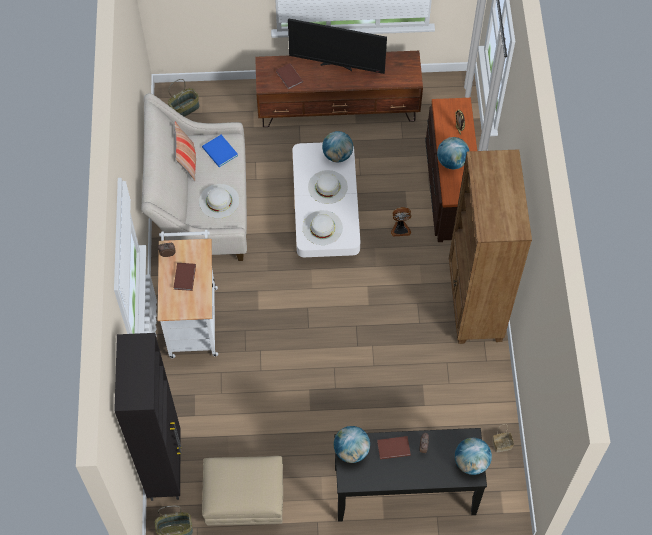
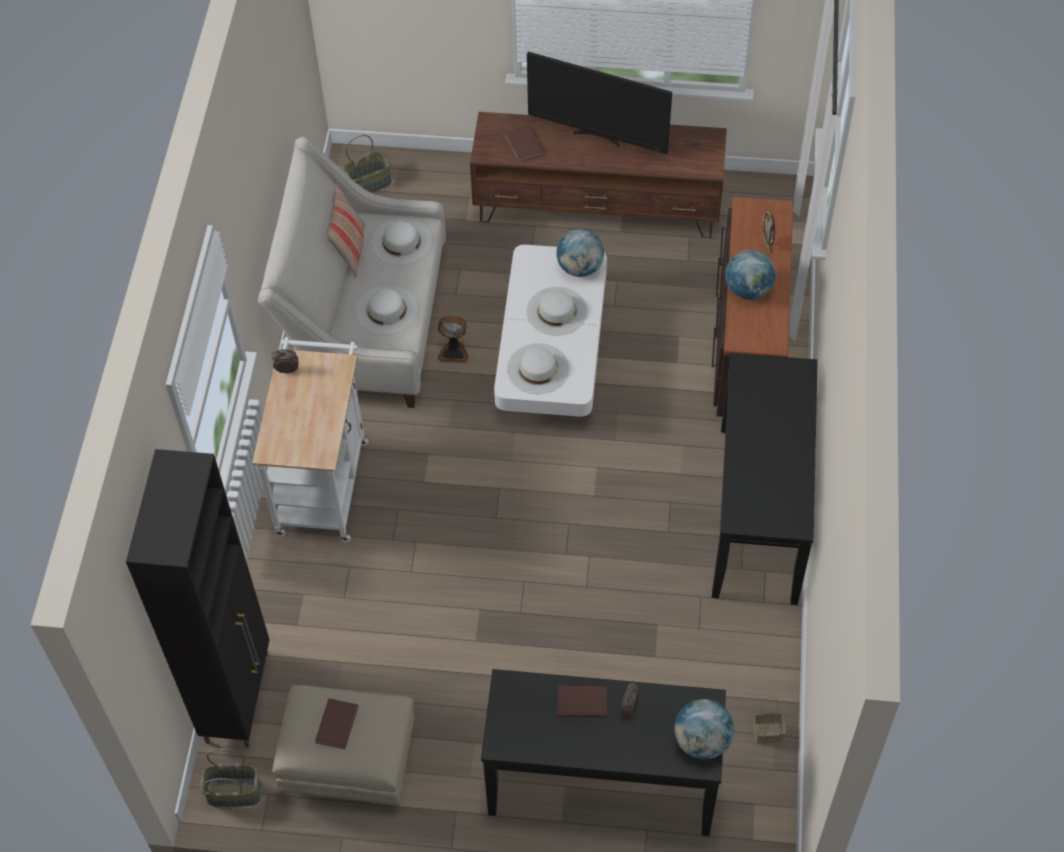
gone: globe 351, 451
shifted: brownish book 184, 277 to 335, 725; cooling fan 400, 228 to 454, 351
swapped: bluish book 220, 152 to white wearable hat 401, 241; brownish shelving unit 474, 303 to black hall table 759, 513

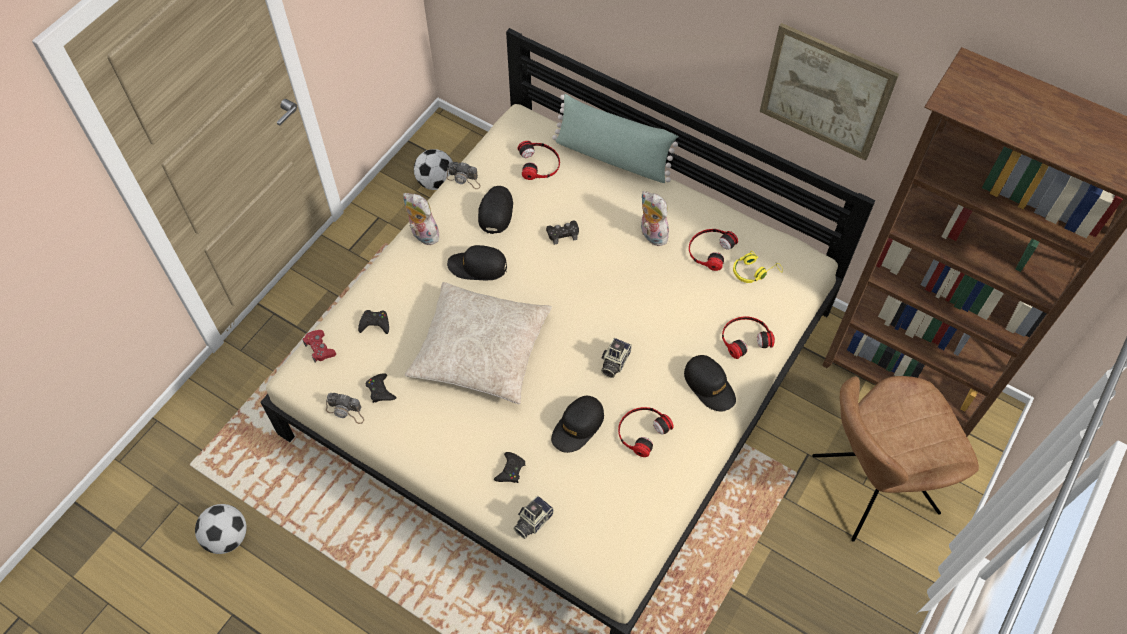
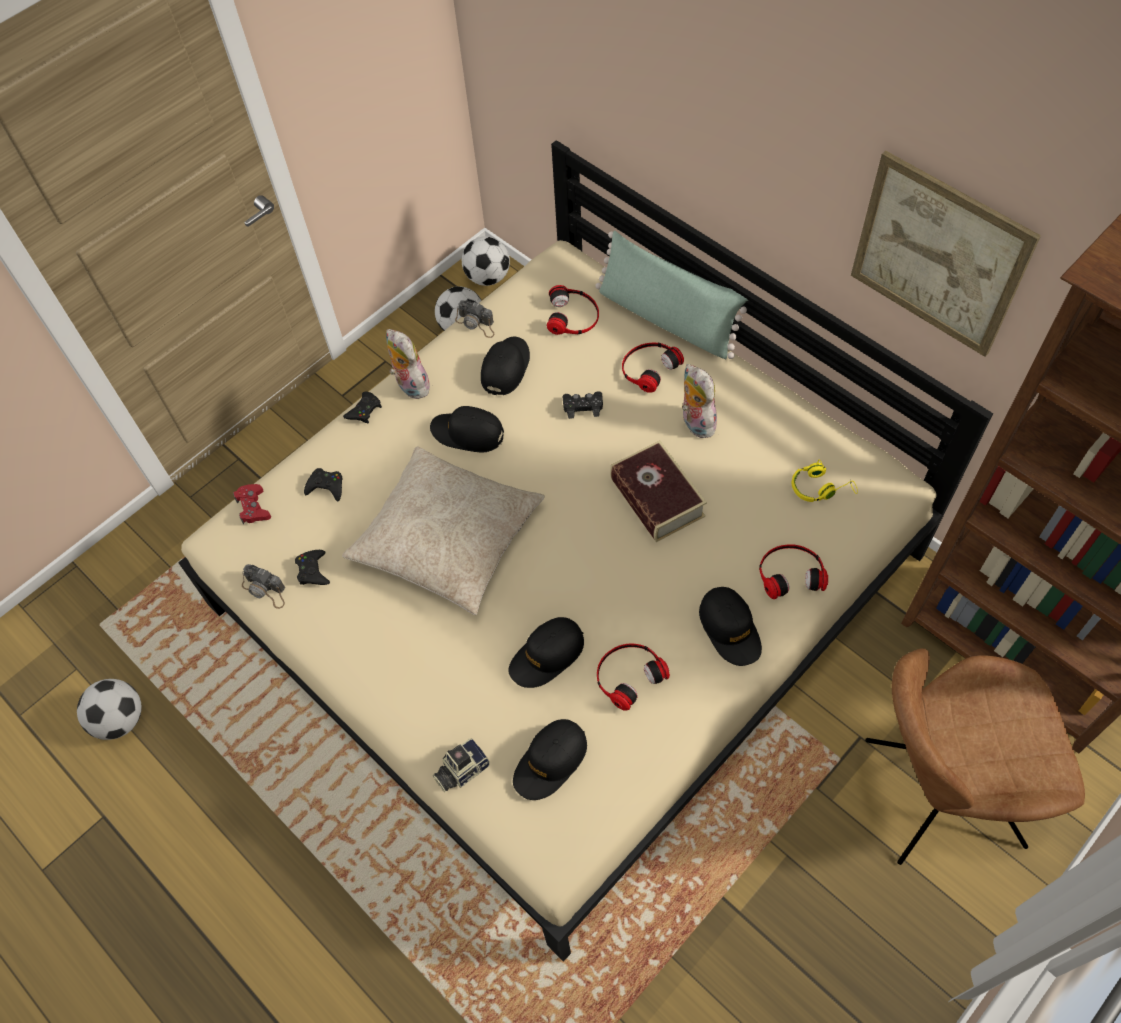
gone: still camera 614, 362
new: ball for football 488, 277; black cap 550, 762; book 657, 498
shifted: black joypad 510, 470 to 364, 410; pair of headphones 709, 250 to 648, 368

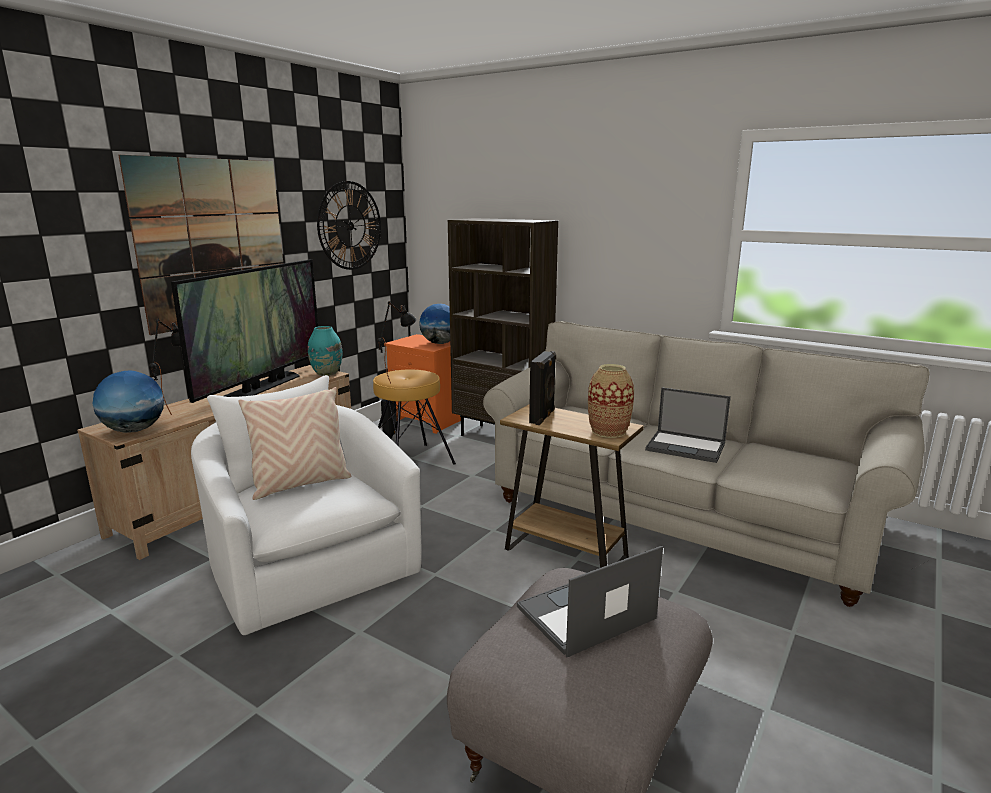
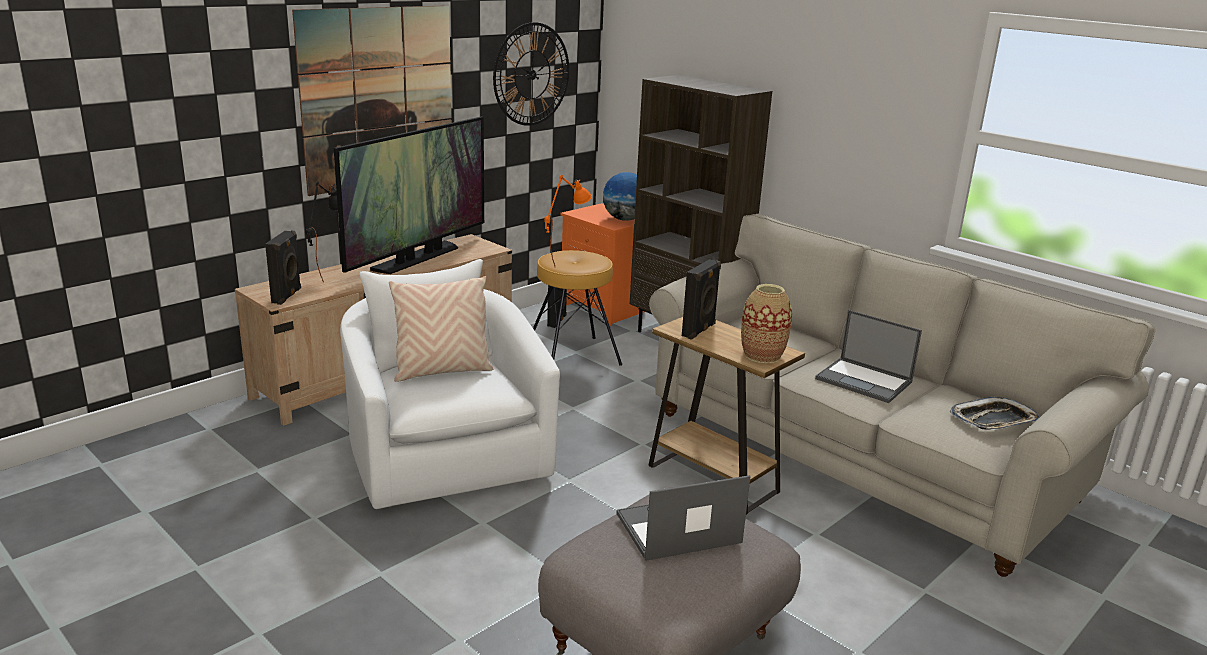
gone: turquoise flower vase 326, 373
new: carrying tray 993, 420
swapped: globe 134, 430 to black audio speaker 287, 296
repainted: black tabletop lamp 398, 378 to orange-coloured tabletop lamp 565, 261

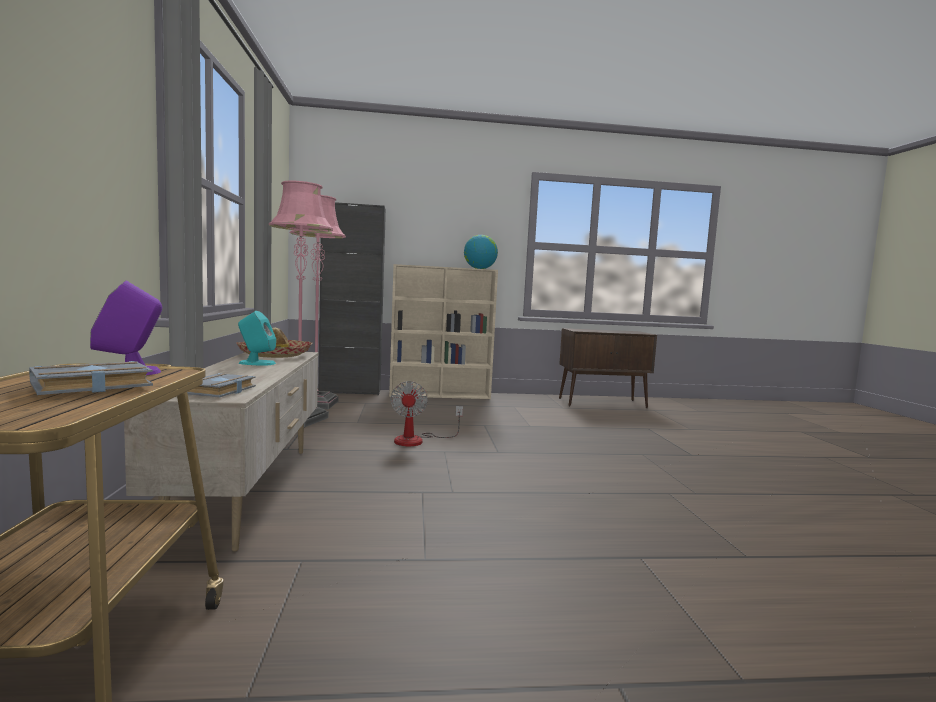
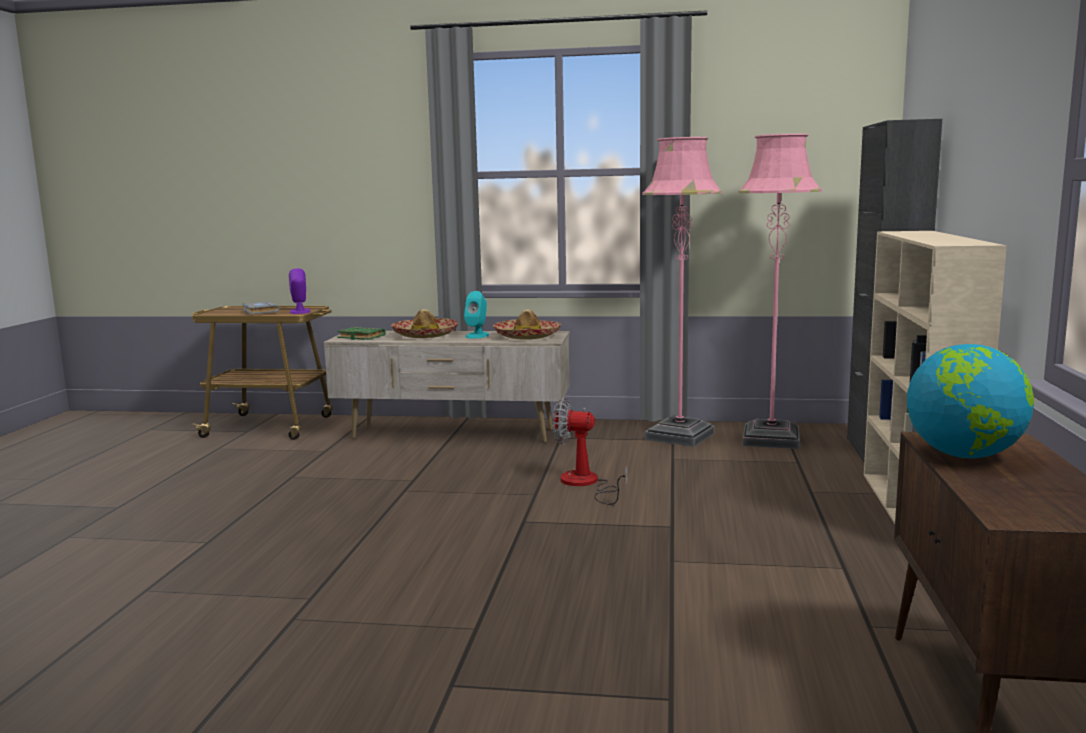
new: wearable hat 424, 335
shifted: globe 479, 269 to 964, 455
repainted: grey book 219, 391 to greenish book 360, 337

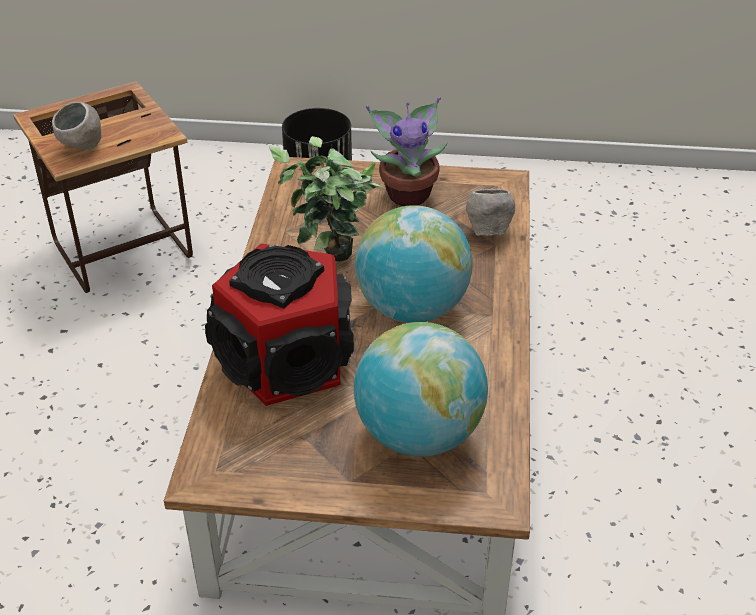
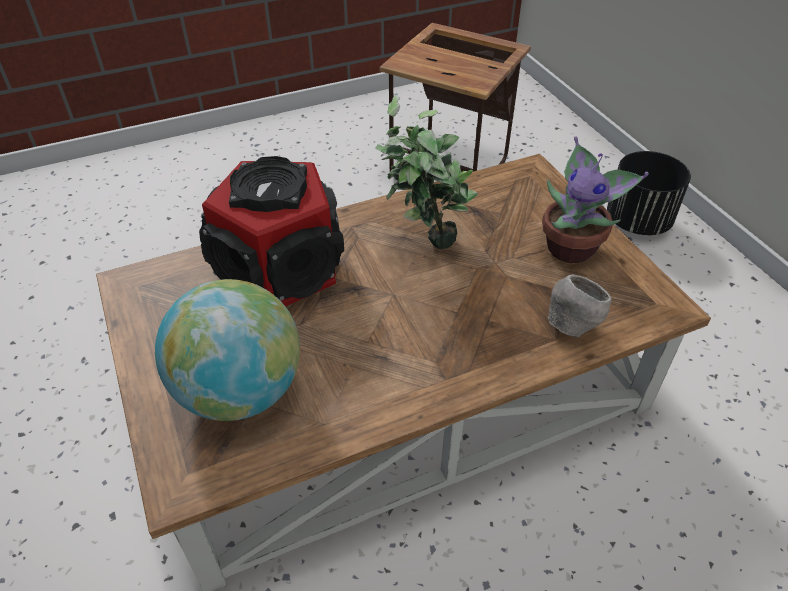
gone: grey deep dish 82, 149; globe 412, 309

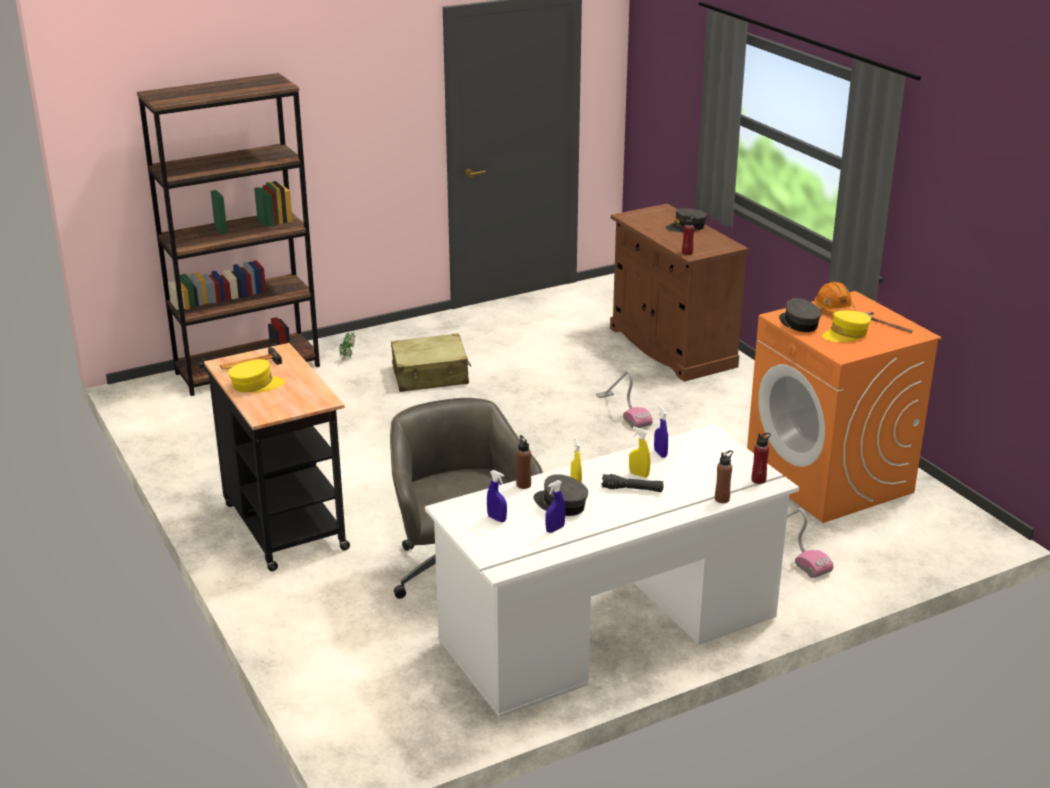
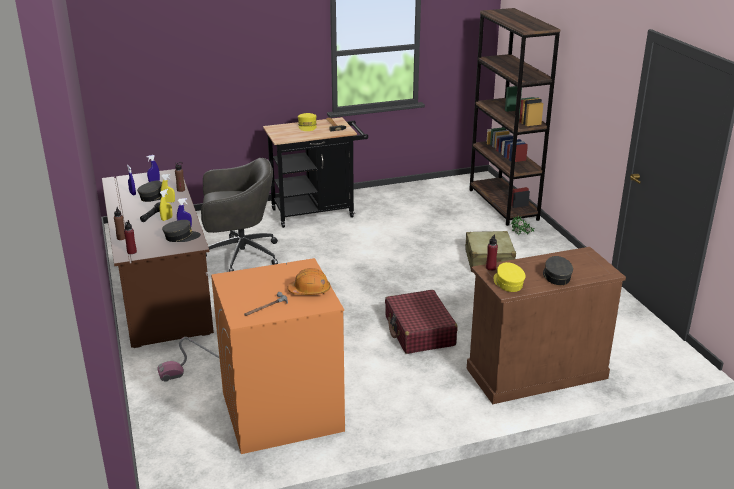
shifted: grey cap 798, 323 to 181, 237; yellow-coloured cap 846, 334 to 508, 283
swapped: vacuum 623, 411 to red-coloured piece of luggage 419, 331
repainted: white desk table 609, 631 to brownish desk table 161, 292

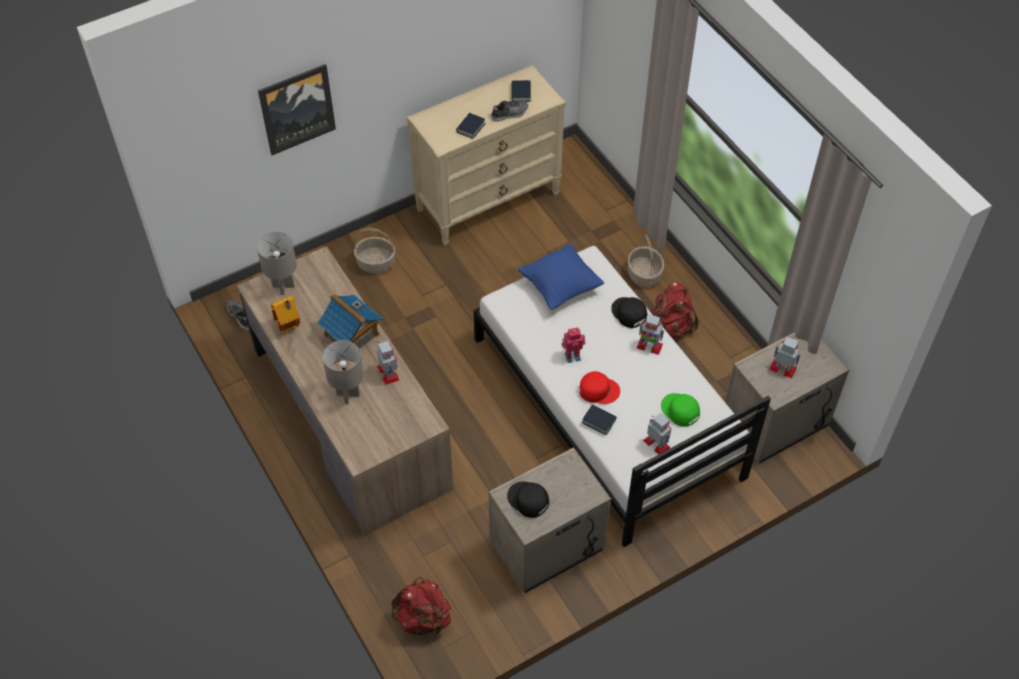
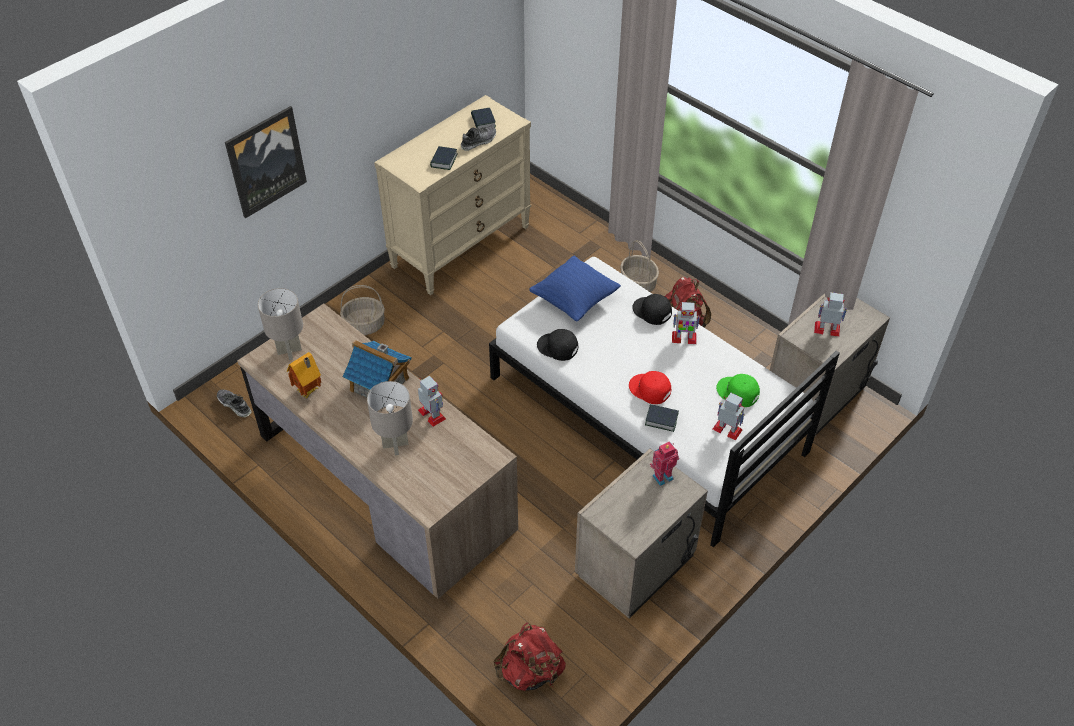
shifted: black cap 528, 500 to 557, 347; robot figure 572, 355 to 662, 476
rotated: red-coloured cap 598, 390 = 649, 389 135 degrees counterclockwise

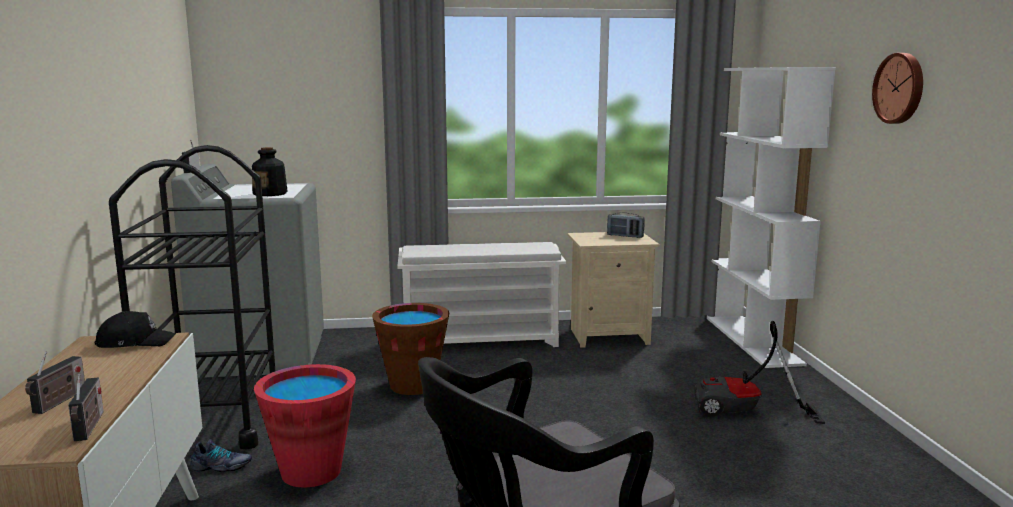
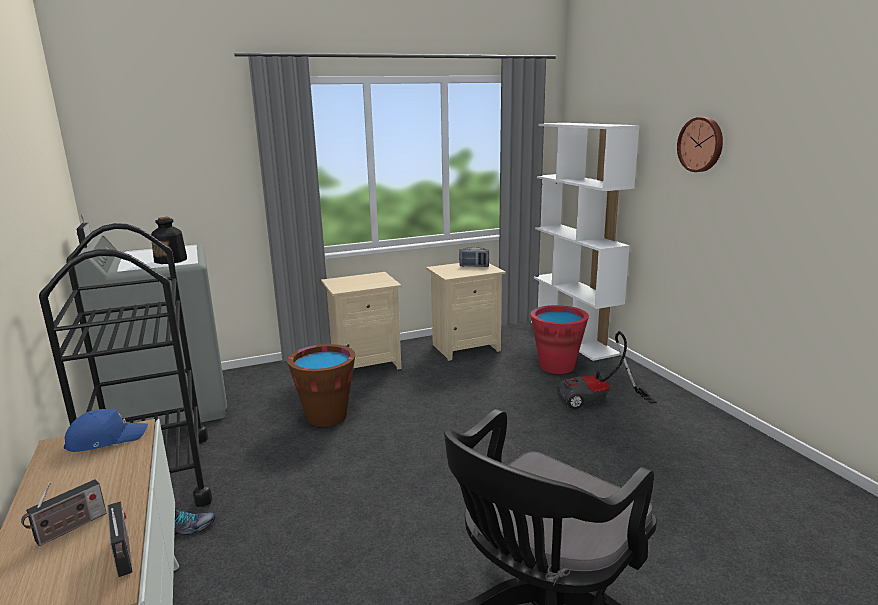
shifted: red-coloured water bucket 311, 472 to 556, 366
swapped: white shoe shelf 482, 340 to beige nightstand 365, 364
repainted: black cap 135, 342 to bluish cap 106, 439
rotated: radio receiver 58, 402 = 68, 529 45 degrees clockwise

